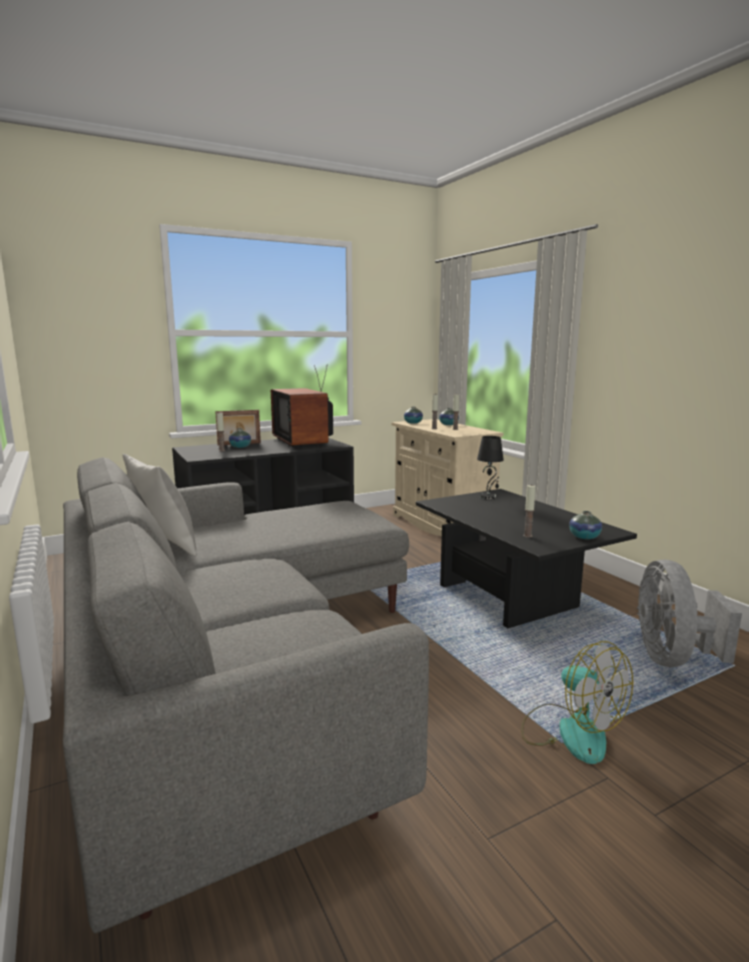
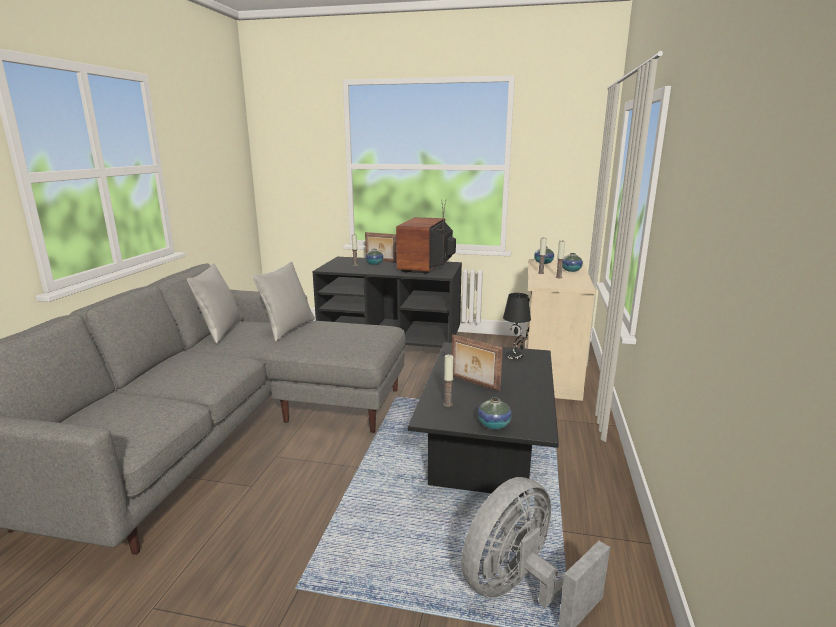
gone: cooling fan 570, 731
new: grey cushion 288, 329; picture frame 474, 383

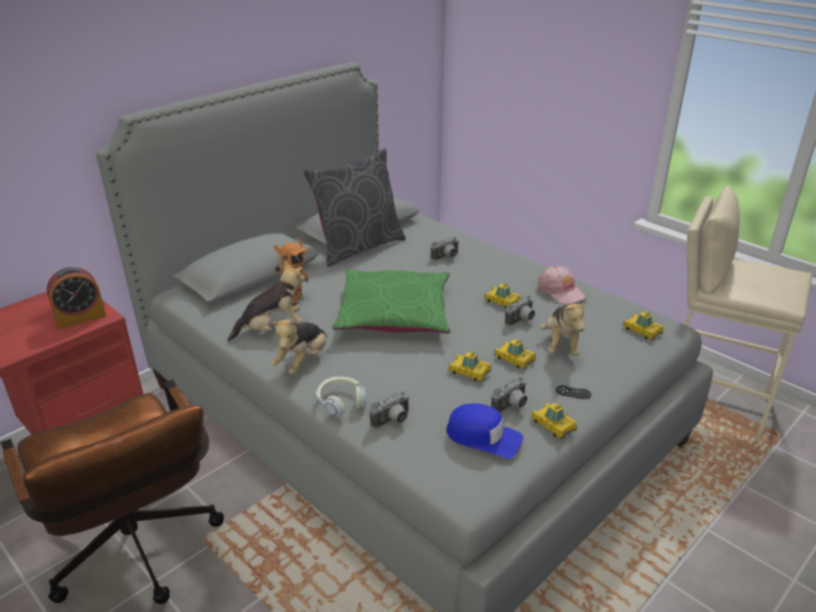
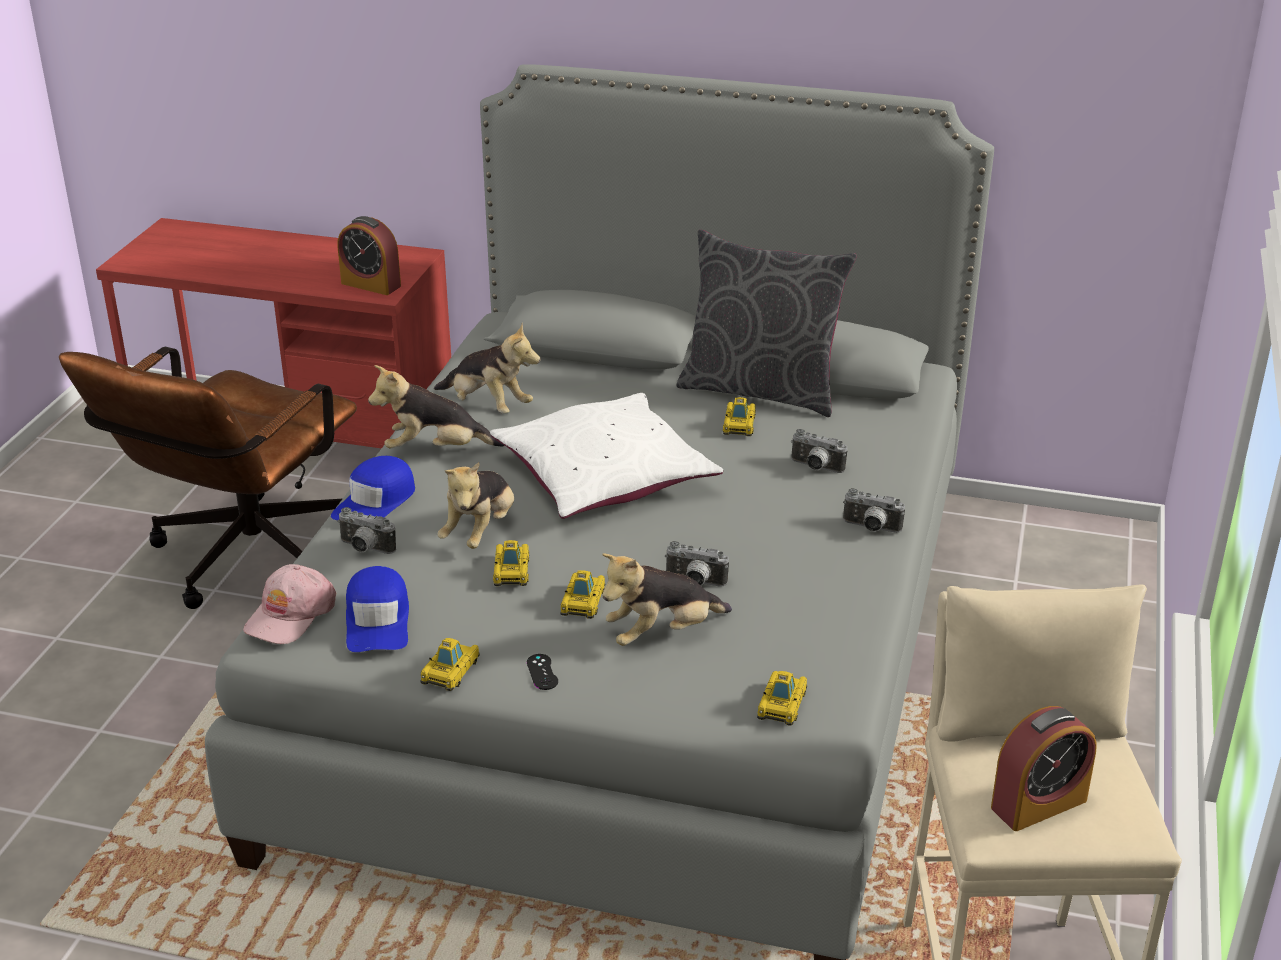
gone: robot figure 294, 300
new: soft toy 480, 531; alarm clock 1038, 804
shifted: miniature car 502, 301 to 739, 425; still camera 511, 406 to 870, 528; pink-coloured cap 560, 291 to 290, 615
swapped: pair of headphones 341, 402 to bluish cap 376, 502
repainted: greenish cushion 394, 313 to white cushion 605, 475

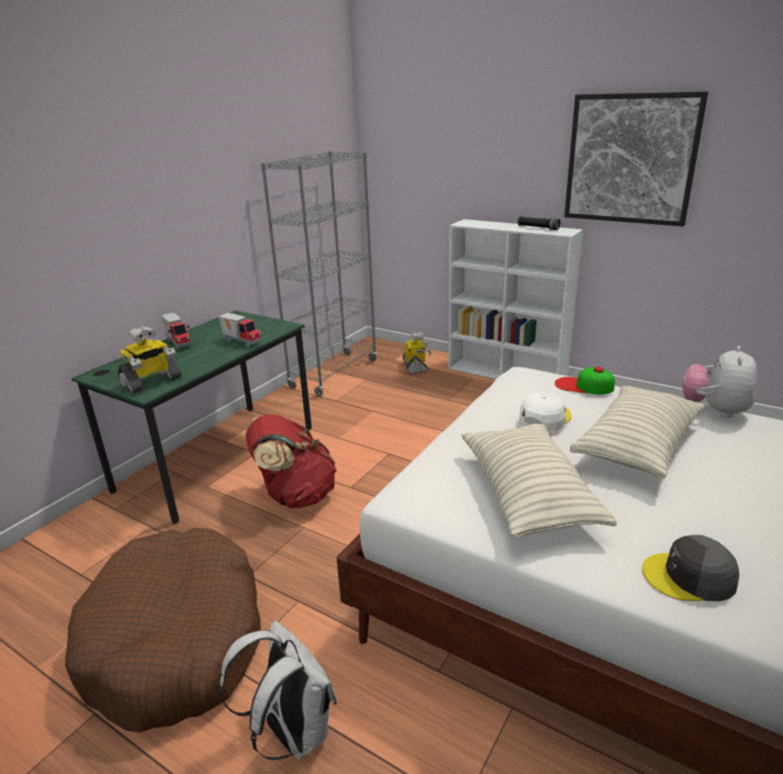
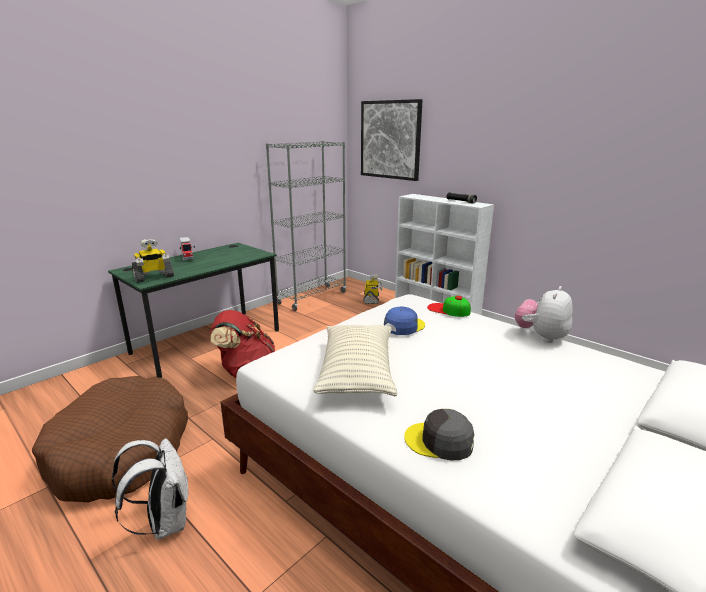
gone: toy lorry 243, 341; cushion 637, 446
shifted: wall picture 630, 159 to 390, 140
repainted: white cap 544, 417 to bluish cap 403, 326

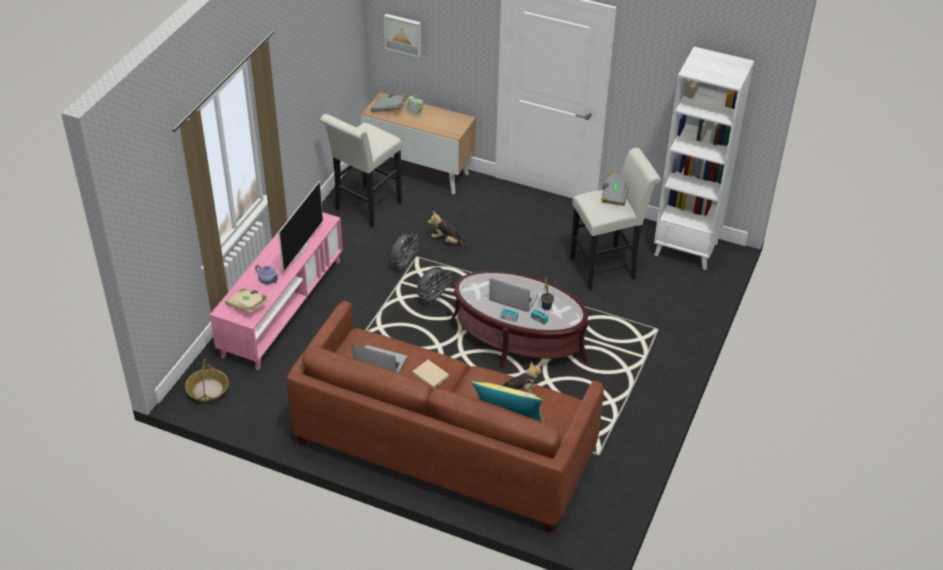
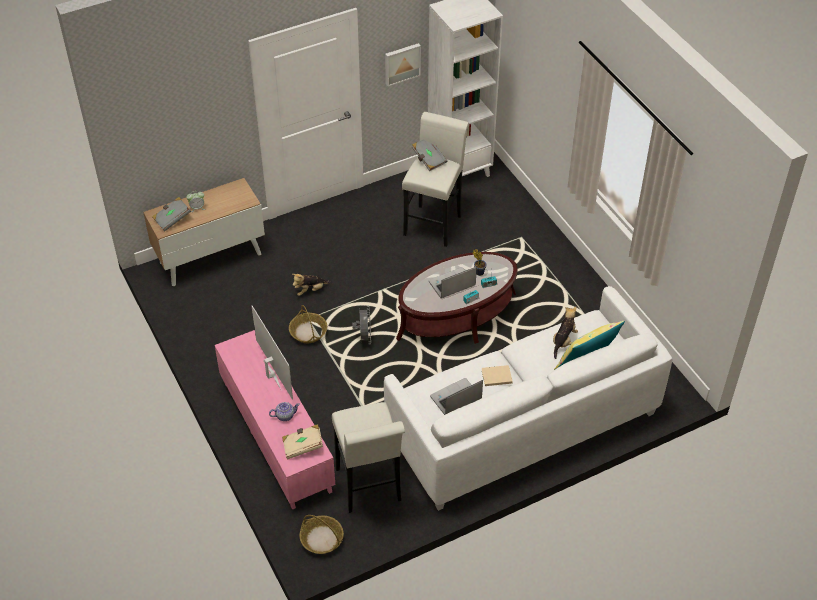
shifted: white sitting stool 365, 208 to 369, 489; wall picture 403, 34 to 402, 63
swapped: grey cooling fan 403, 264 to household basket 308, 332
repainted: brownish settee 444, 446 to white settee 522, 424

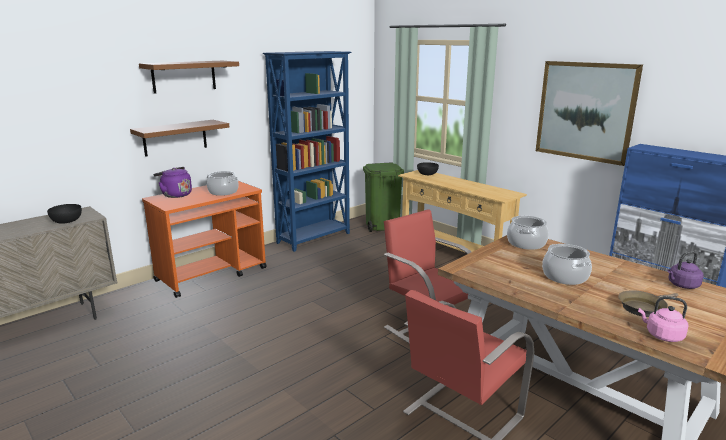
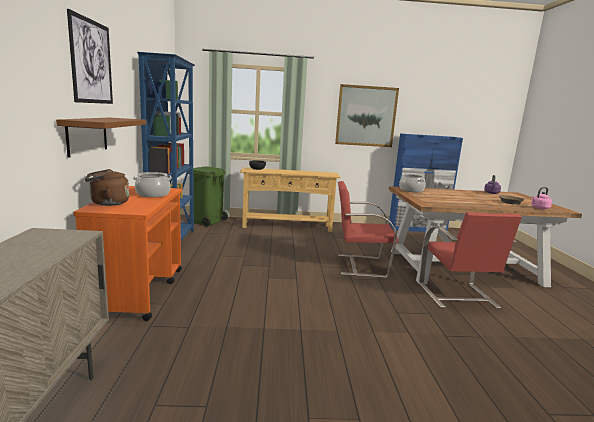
gone: black deep dish 67, 221; stockpot 564, 277
swapped: brownish bracket shelf 184, 76 to wall picture 91, 62
repainted: purple-coloured kettle 175, 195 to brownish kettle 107, 203

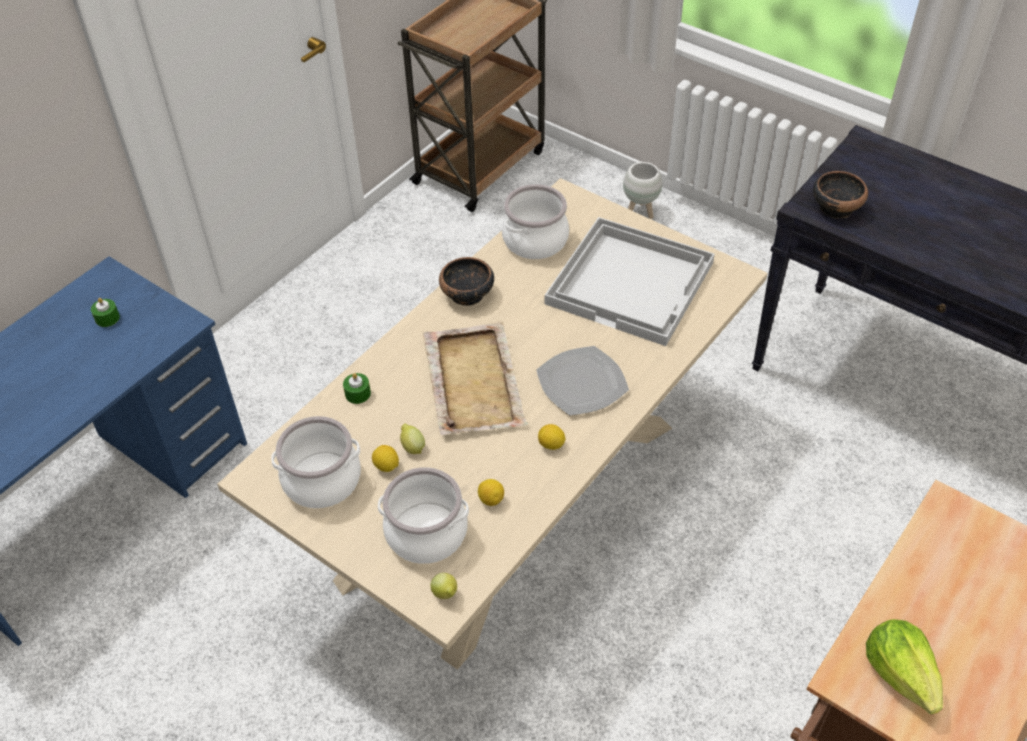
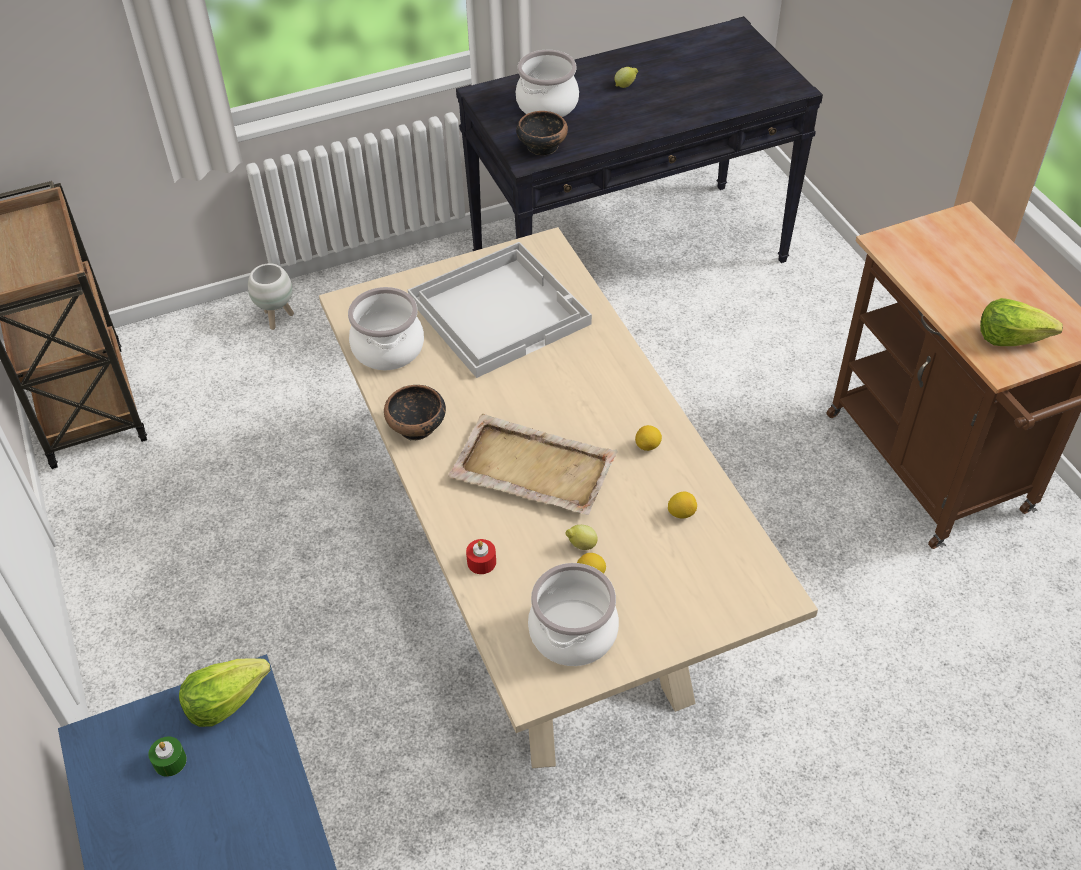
gone: plate 582, 382
new: lettuce 225, 700
shifted: stockpot 426, 532 to 546, 104; whole lemon 445, 594 to 625, 86
repainted: greenish wax light 357, 394 to red-coloured wax light 481, 562

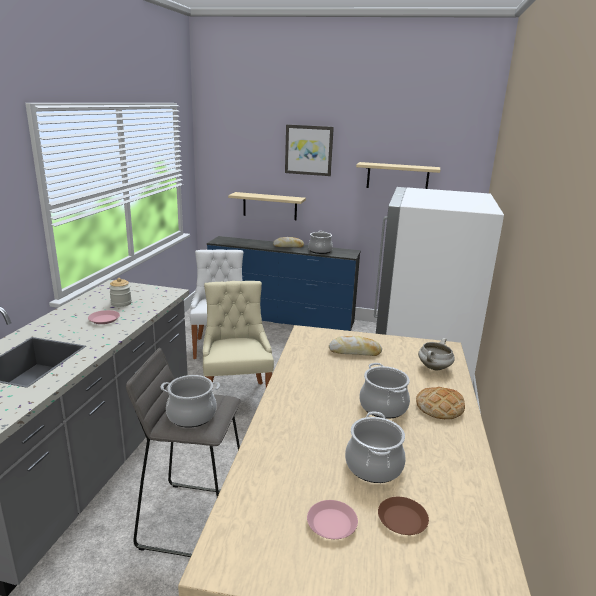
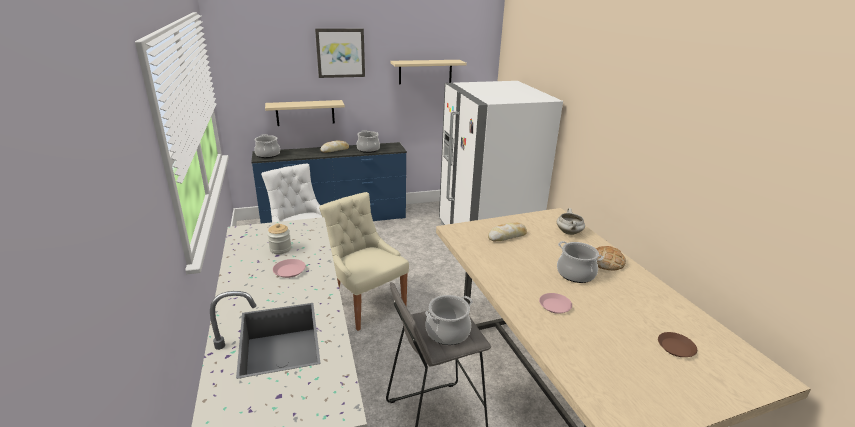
shifted: pink-coloured plate 331, 523 to 554, 305; stockpot 374, 466 to 268, 154

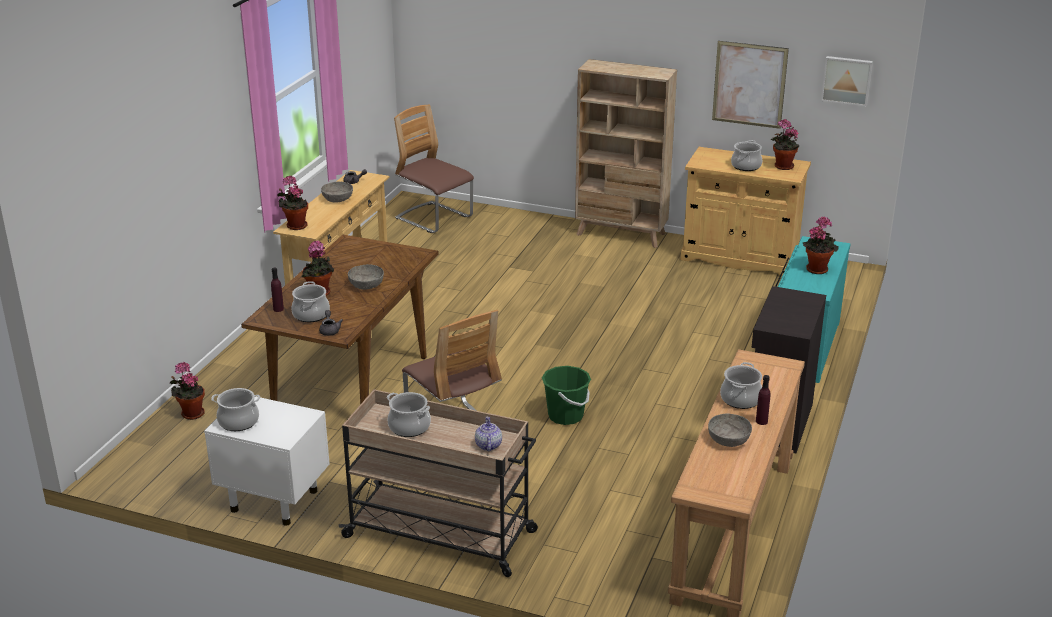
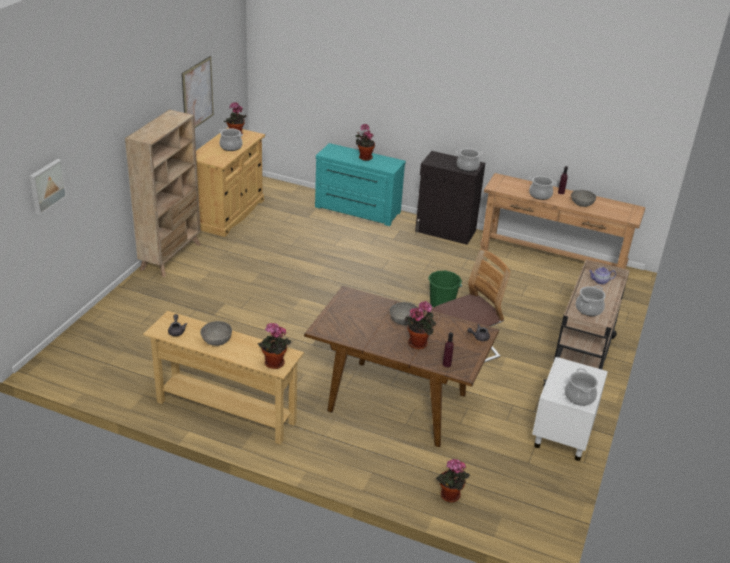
gone: plain chair 434, 218
shifted: stockpot 311, 315 to 467, 167; wall picture 847, 80 to 46, 185

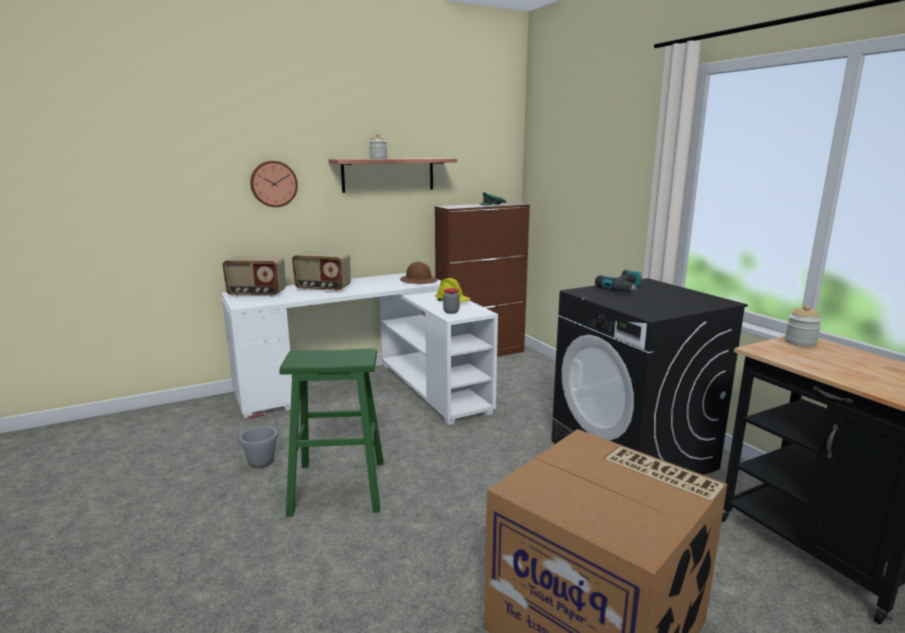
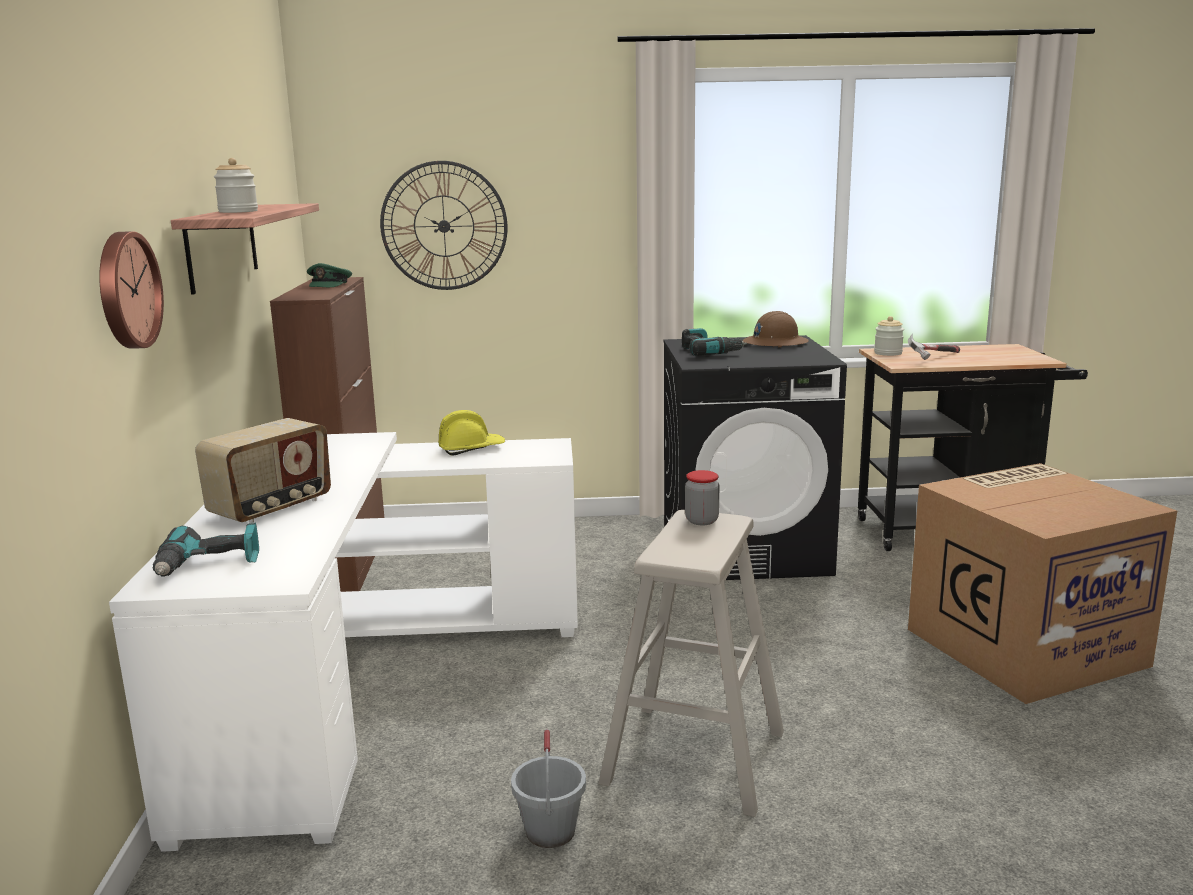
new: wall clock 444, 226; hammer 933, 358
shifted: brownish work helmet 418, 281 to 775, 343; jar 451, 312 to 701, 521
swapped: radio receiver 256, 294 to power drill 209, 565
repainted: greenish sitting stool 339, 487 to beige sitting stool 694, 756

